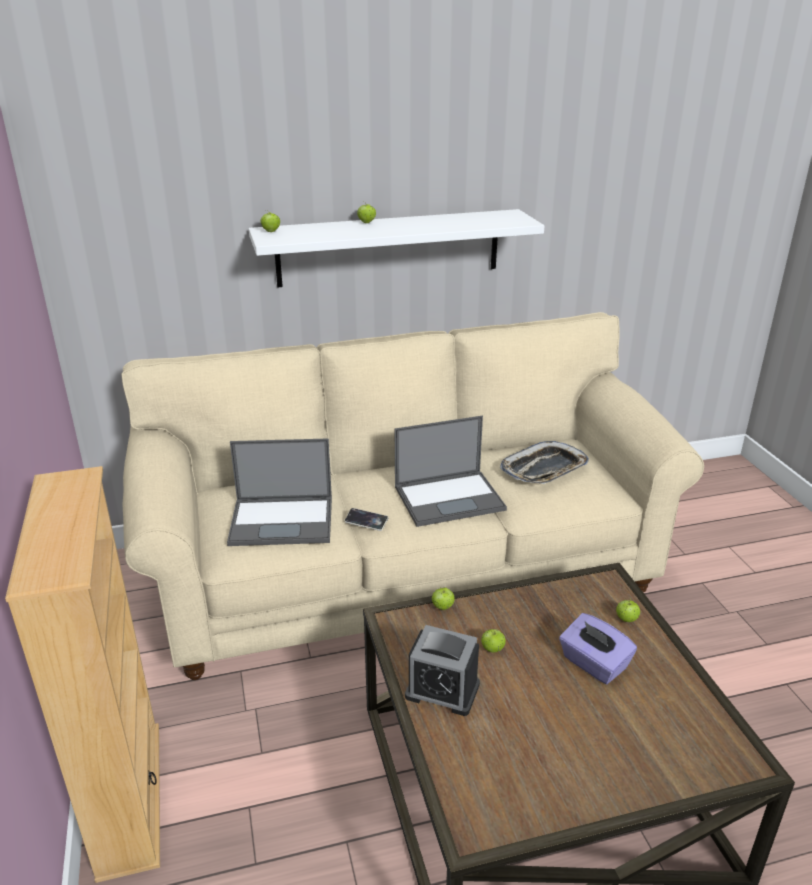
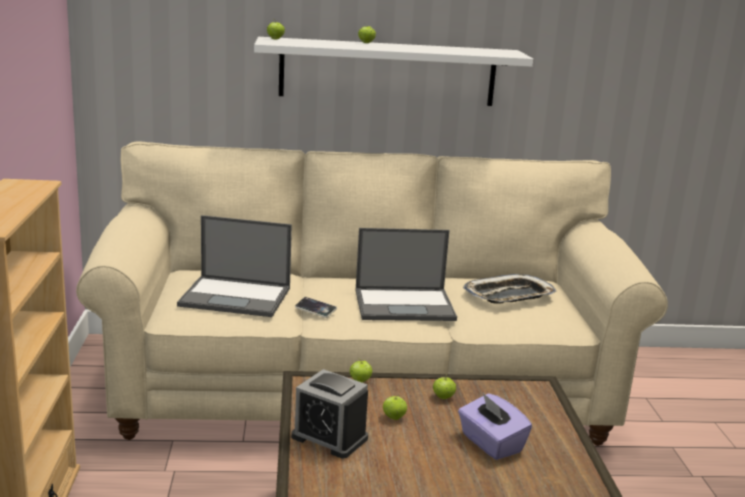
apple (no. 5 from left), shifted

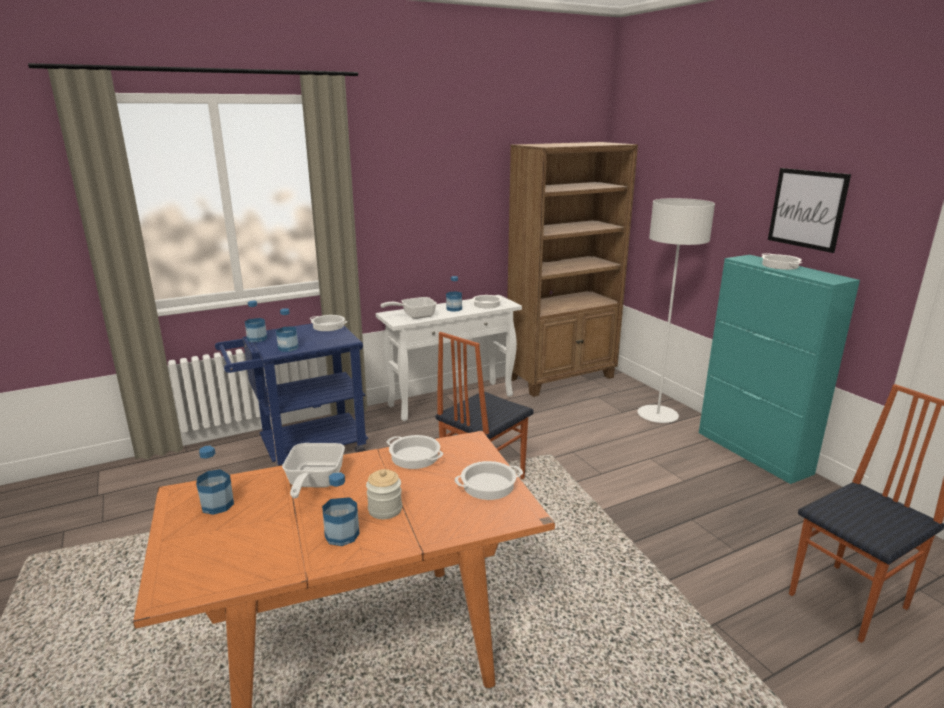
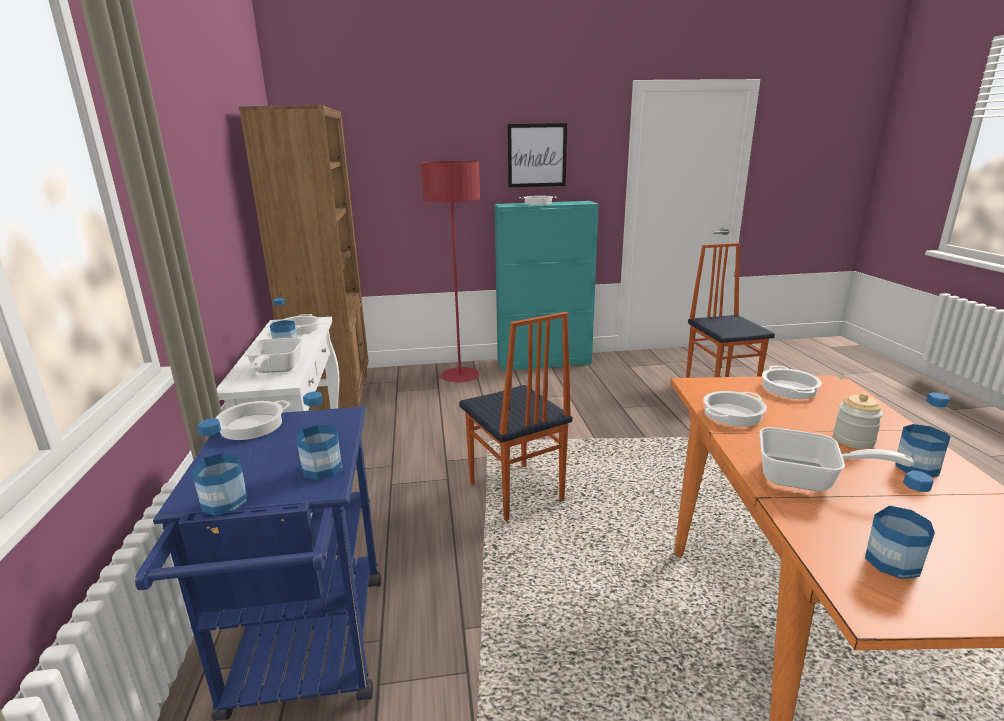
floor lamp in greyish => floor lamp in red

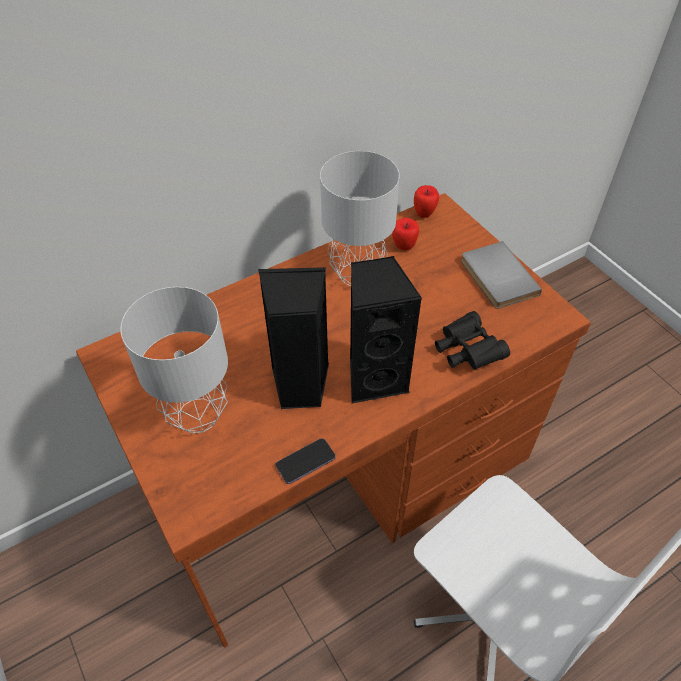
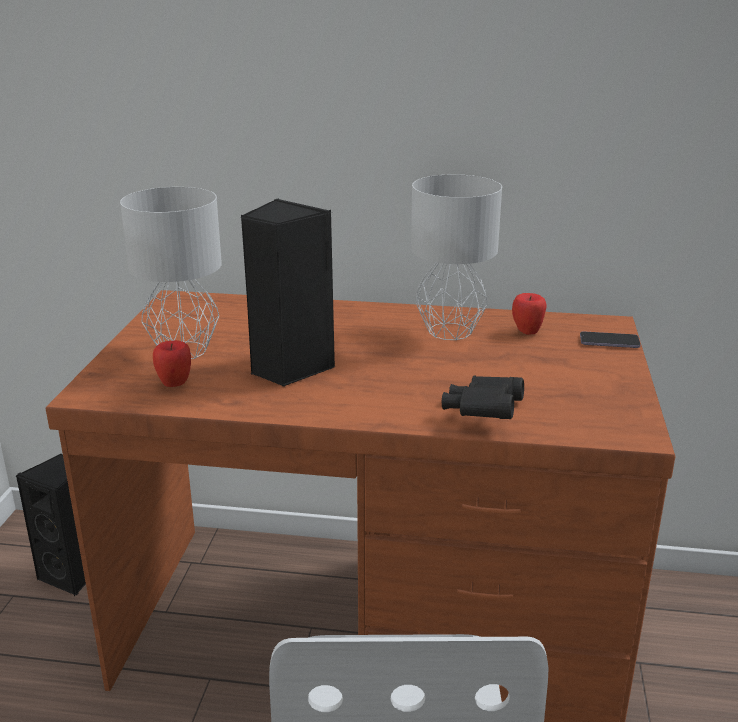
apple (no. 2 from left in the first image) => apple (no. 1 from left), shifted
volume in greyish => nothing
audio speaker in blackish (no. 2 from left in the first image) => audio speaker in blackish (no. 1 from left), shifted
handset, shifted

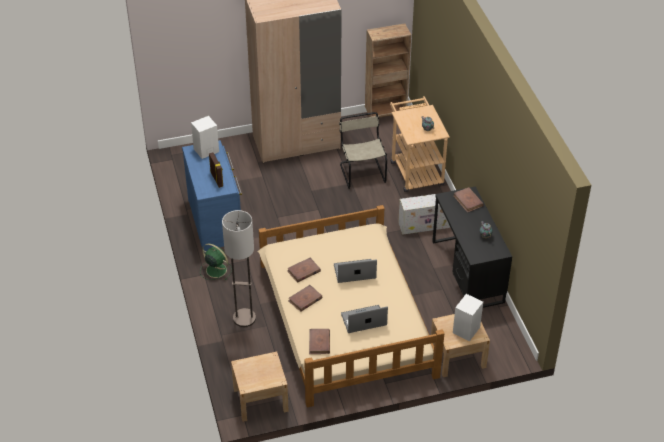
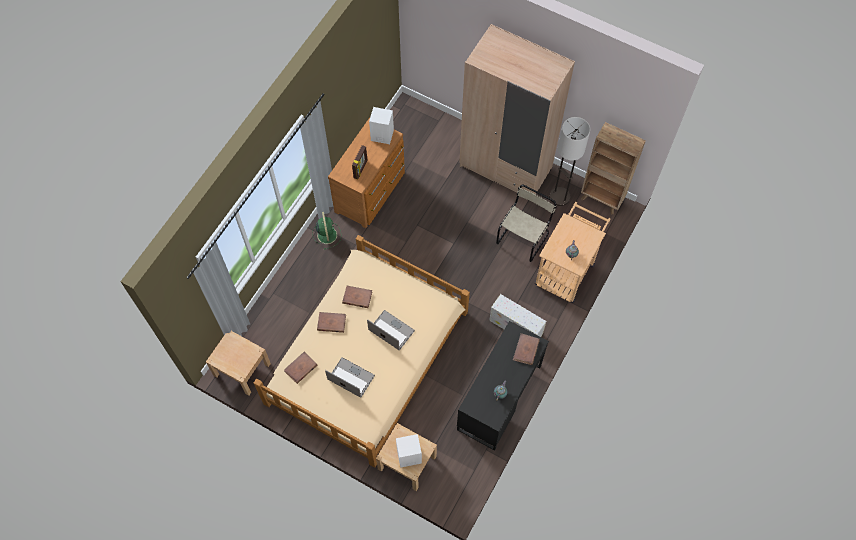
dresser in blue => dresser in brown-coloured
floor lamp, shifted

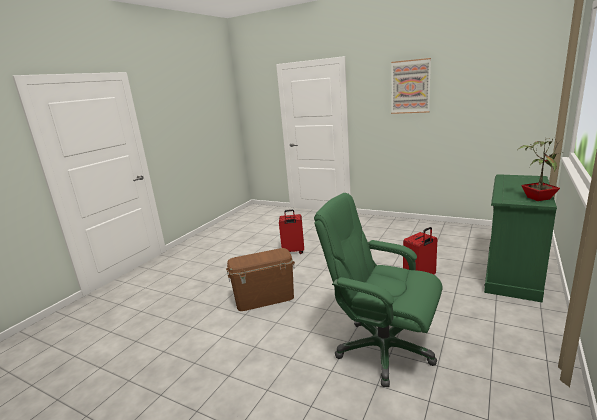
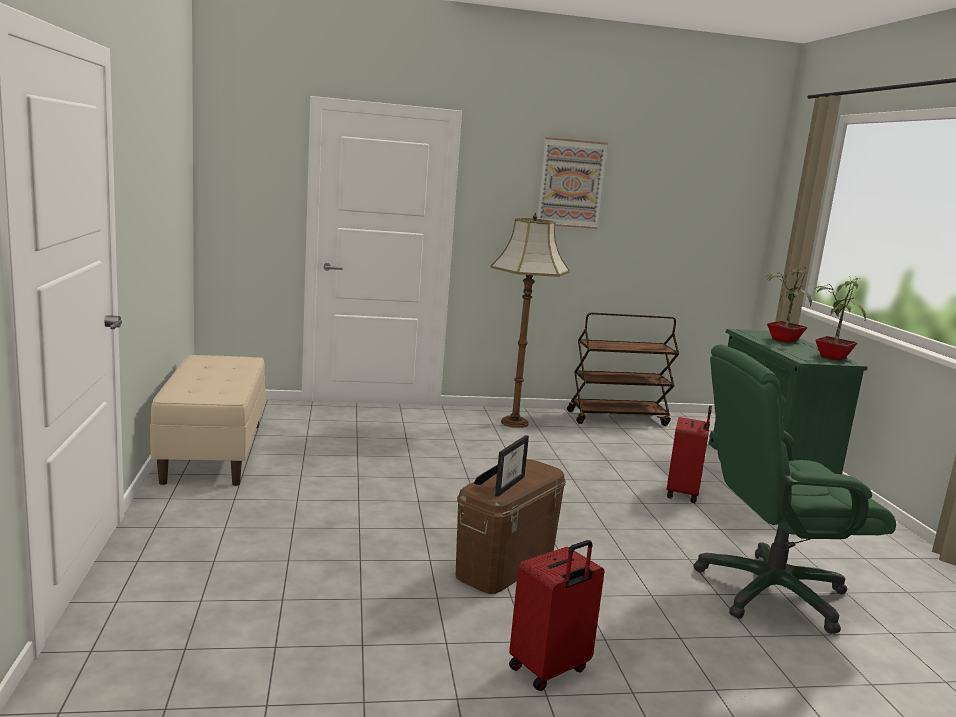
suitcase in red (no. 1 from left), shifted
nothing => floor lamp
nothing => houseplant (no. 1 from left)
nothing => wheeled cart in brown-coloured
nothing => indoor bench in sand-coloured
nothing => photo frame

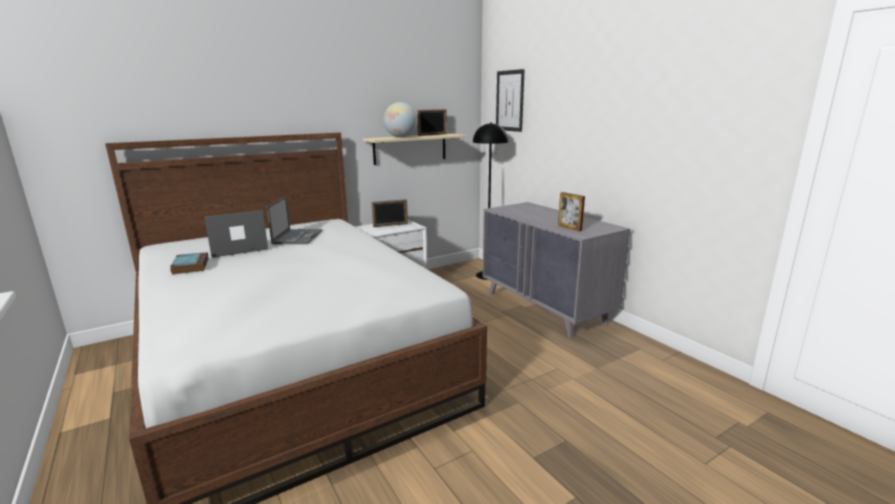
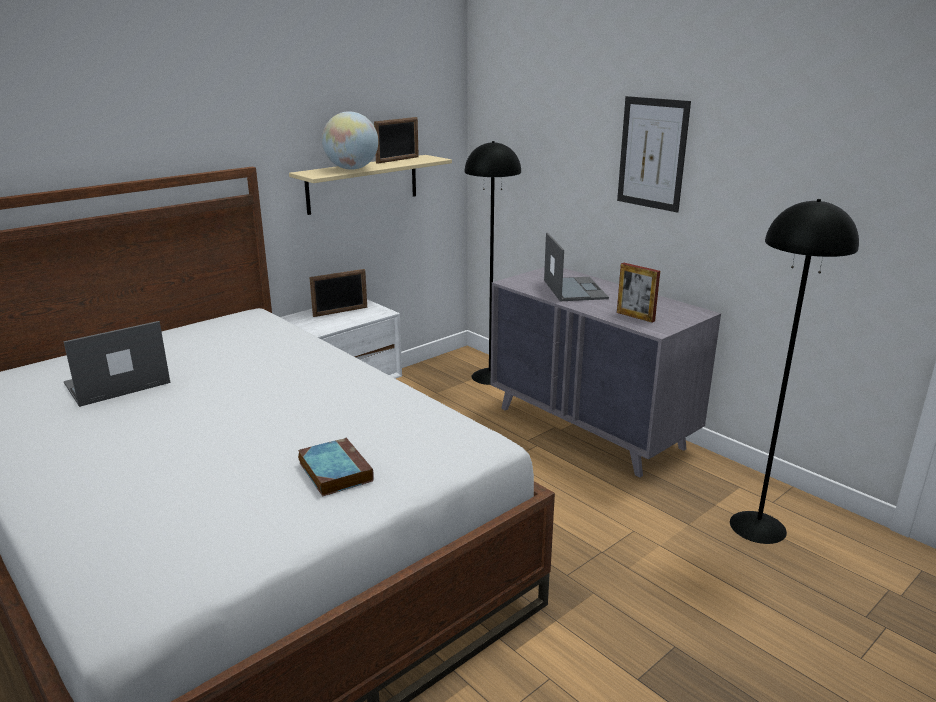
wall picture, shifted
laptop (no. 2 from left), shifted
volume, shifted
nothing => floor lamp in blackish (no. 2 from left)

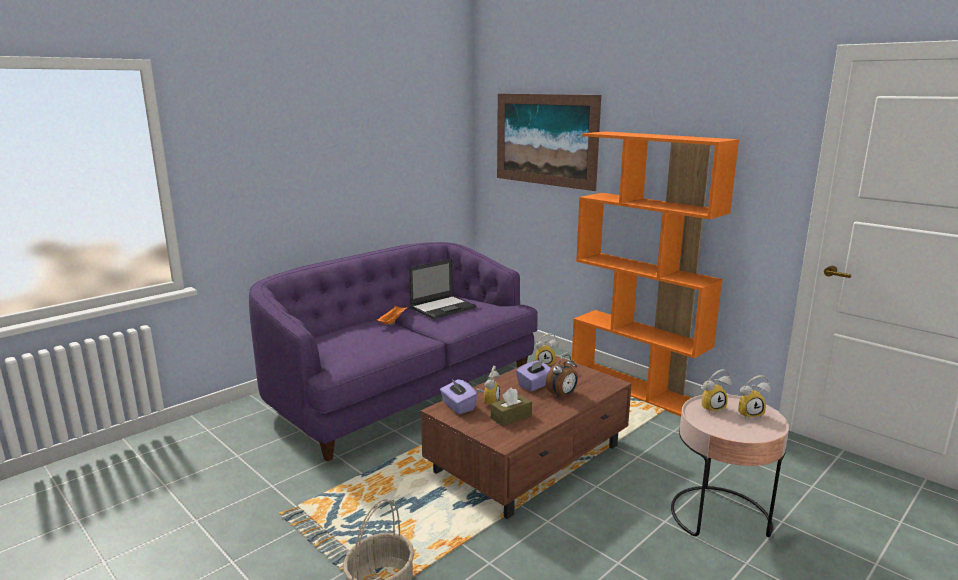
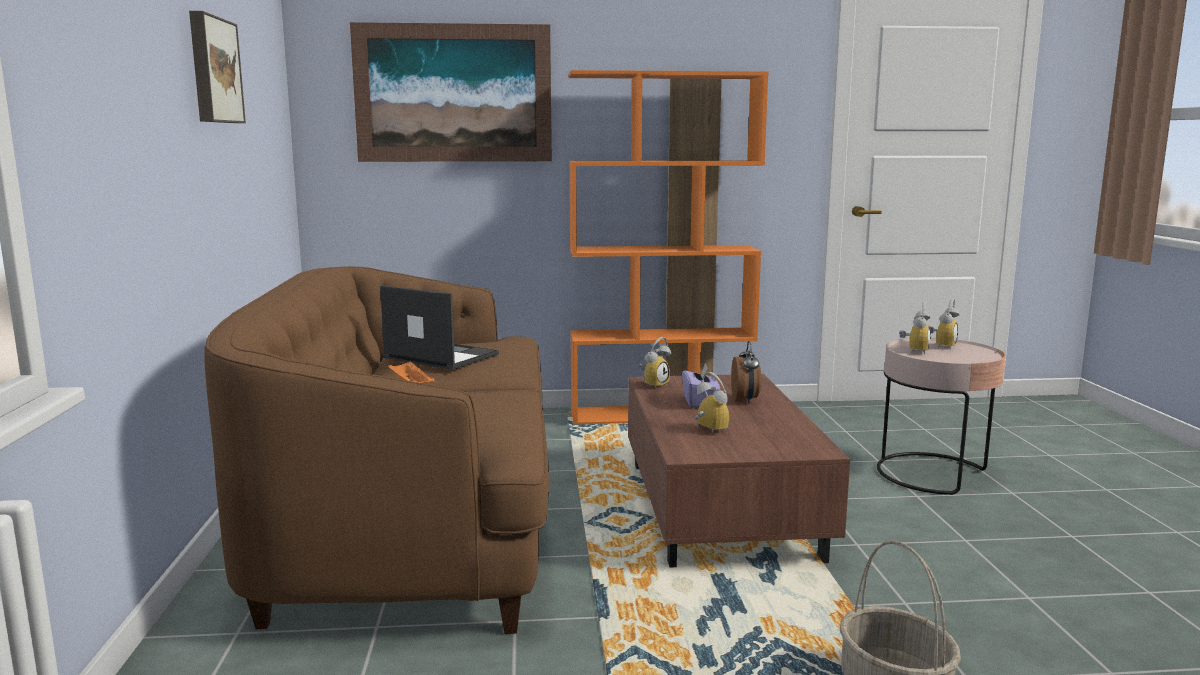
settee in purple => settee in brown-coloured
laptop, 60 degrees counterclockwise
tissue box in purple (no. 1 from left) => nothing
tissue box in brown-coloured => nothing
nothing => wall picture (no. 1 from left)

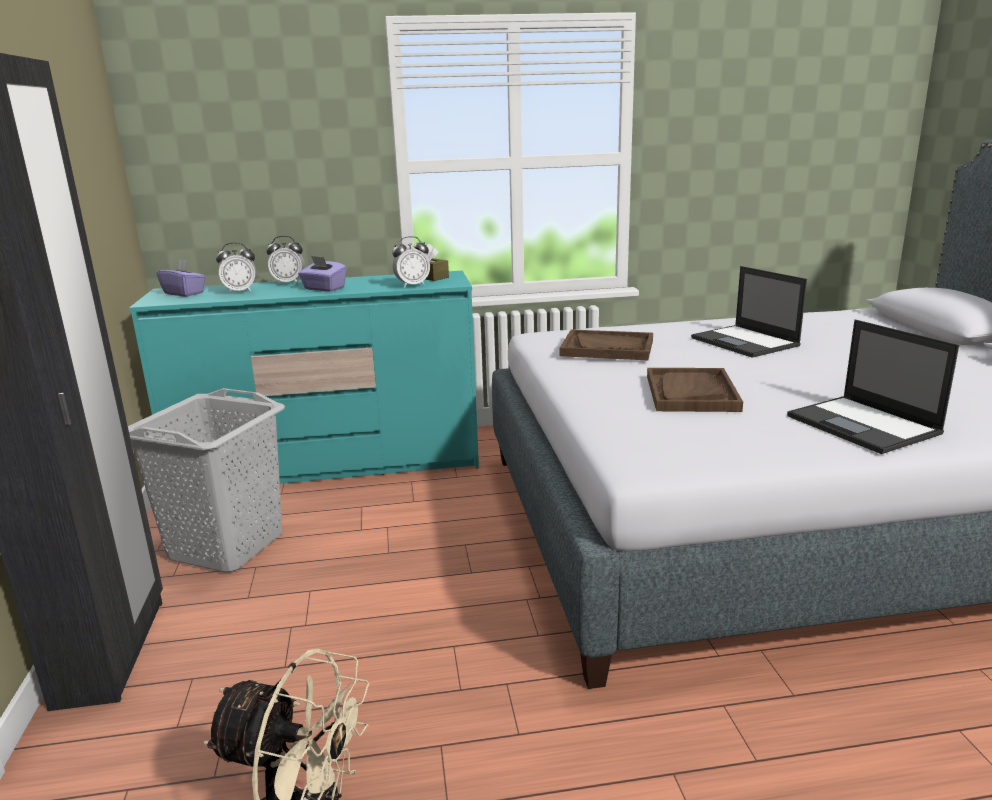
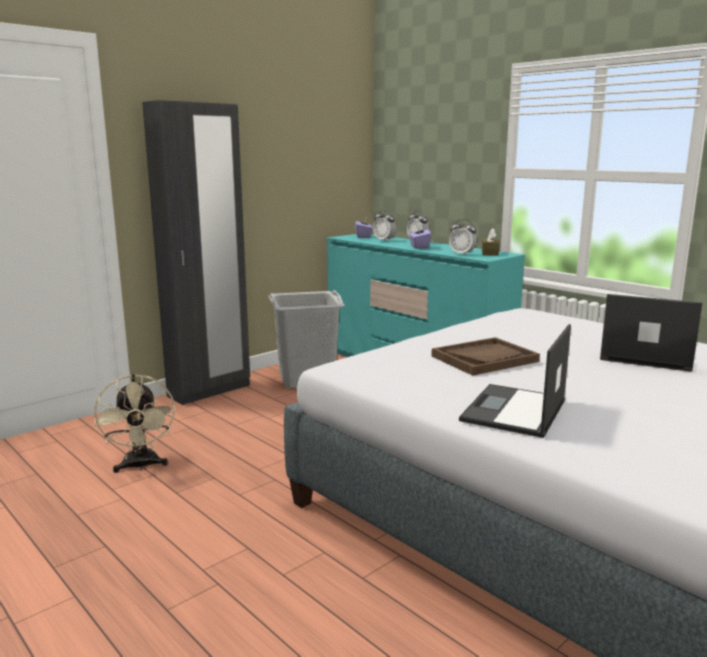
laptop (no. 1 from left in the first image) => laptop (no. 2 from left), 90 degrees clockwise
carrying tray in brown-coloured (no. 1 from left) => nothing

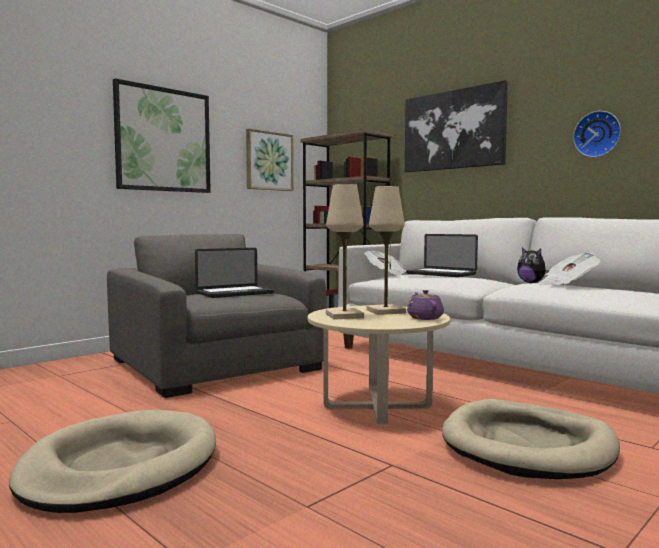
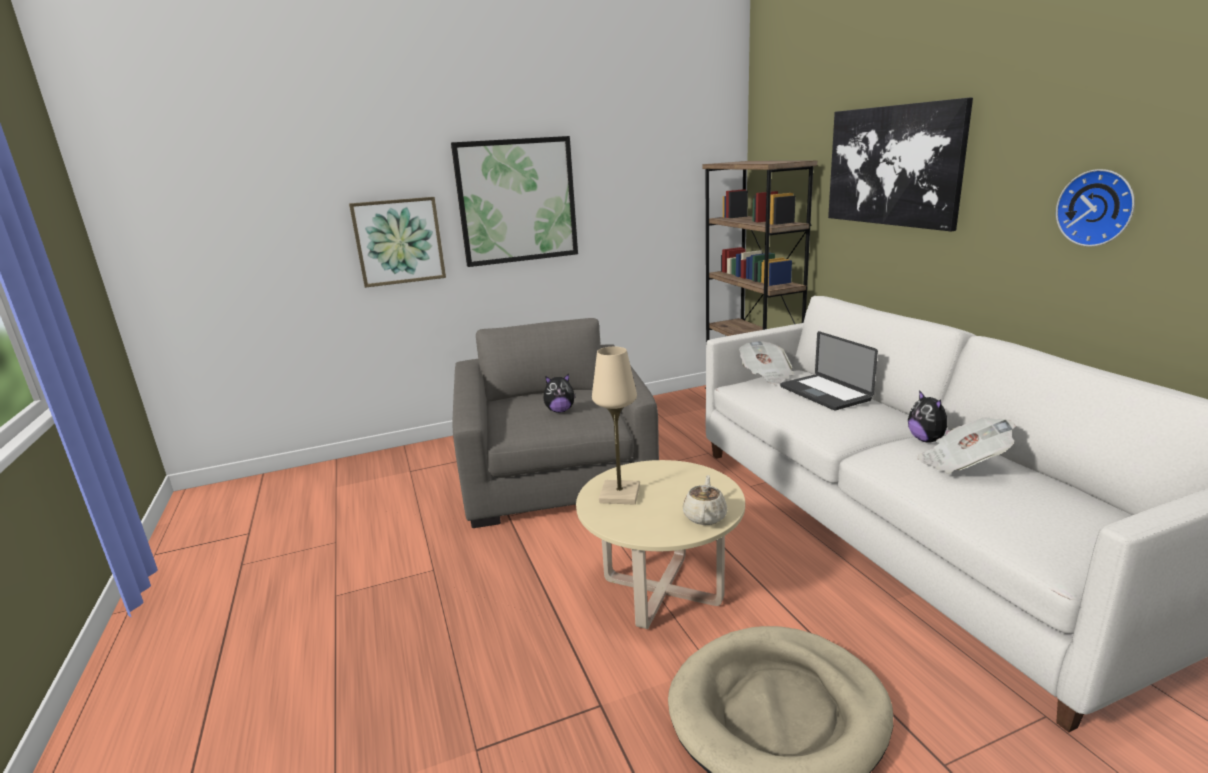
wall picture (no. 2 from left in the first image) => wall picture (no. 1 from left), shifted
lamp for a table in sand-coloured (no. 2 from left) => nothing
laptop (no. 1 from left) => plush toy (no. 1 from left)
teapot in purple => teapot in sand-coloured
dog bed in sand-coloured (no. 1 from left) => nothing

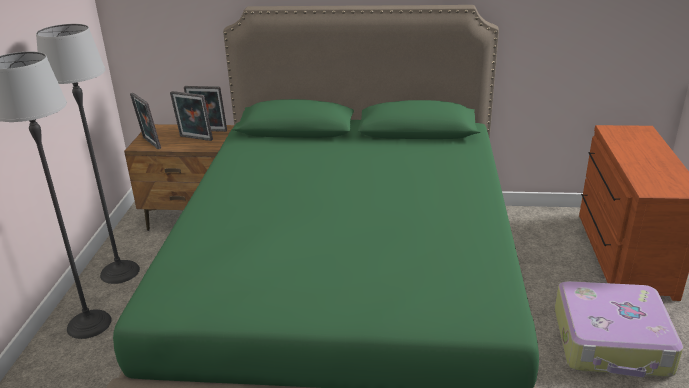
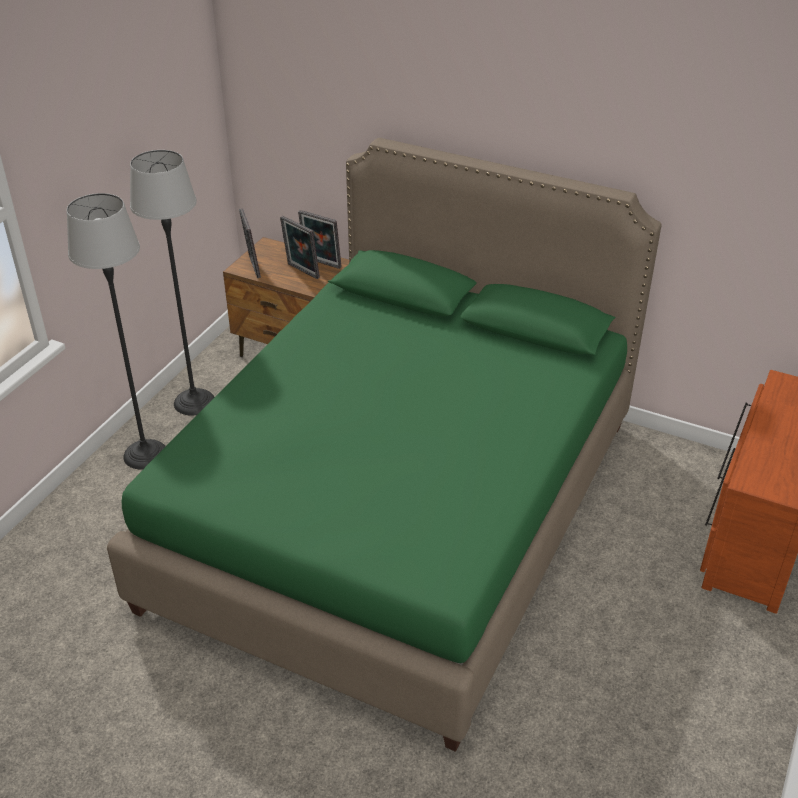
suitcase => nothing

